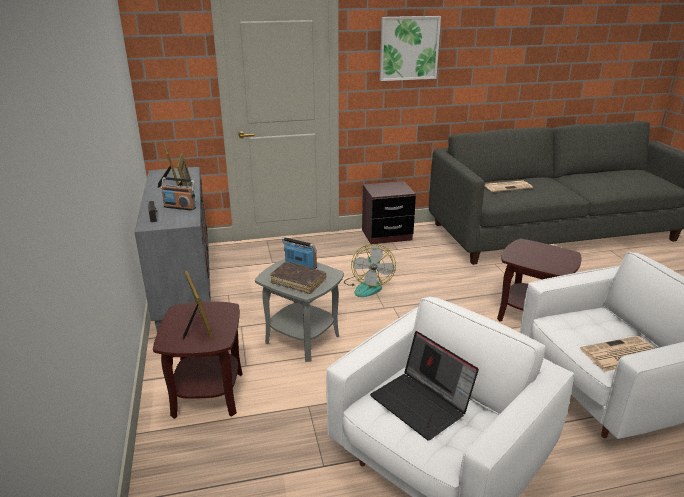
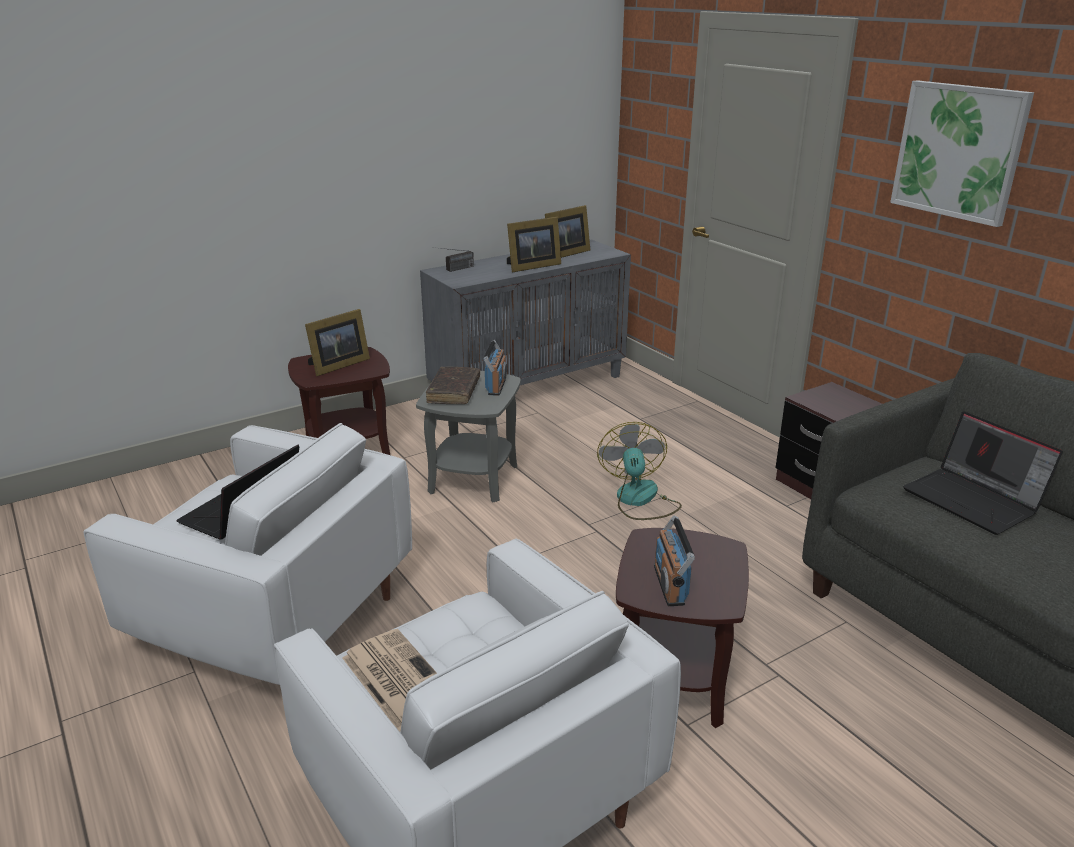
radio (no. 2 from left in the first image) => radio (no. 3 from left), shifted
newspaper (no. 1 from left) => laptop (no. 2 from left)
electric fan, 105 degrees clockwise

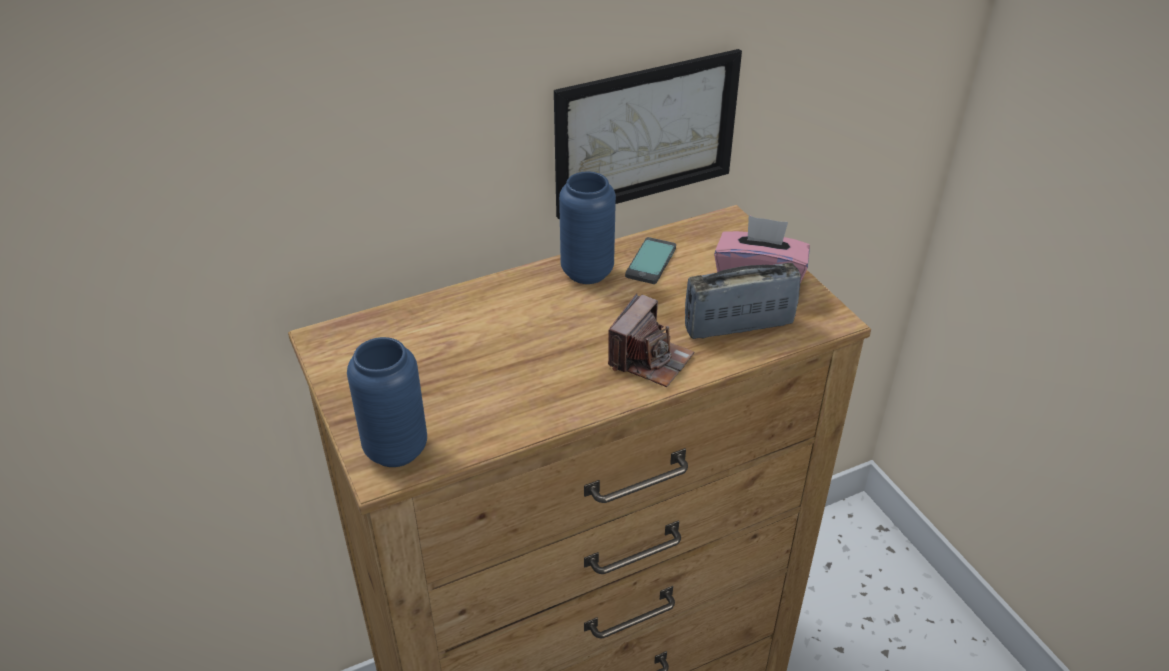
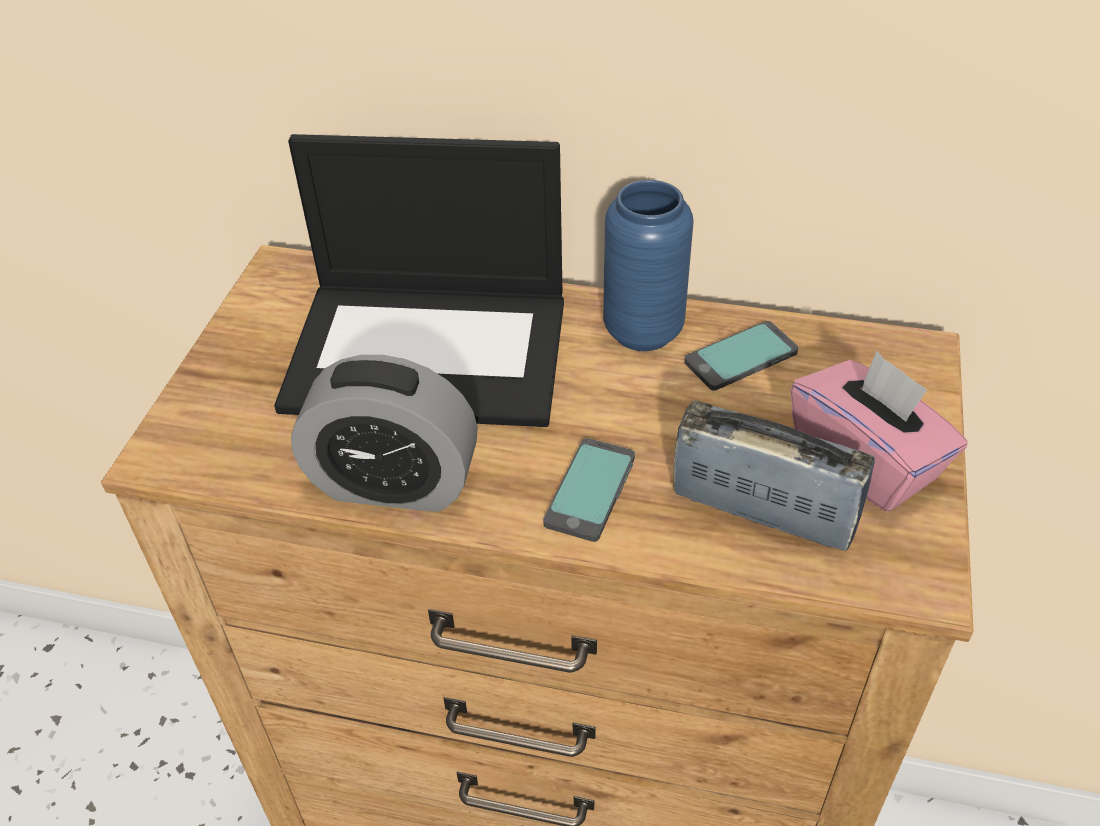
wall picture => nothing
still camera => handset (no. 1 from left)
flower vase in blue (no. 1 from left) => nothing
nothing => laptop
nothing => bedside clock

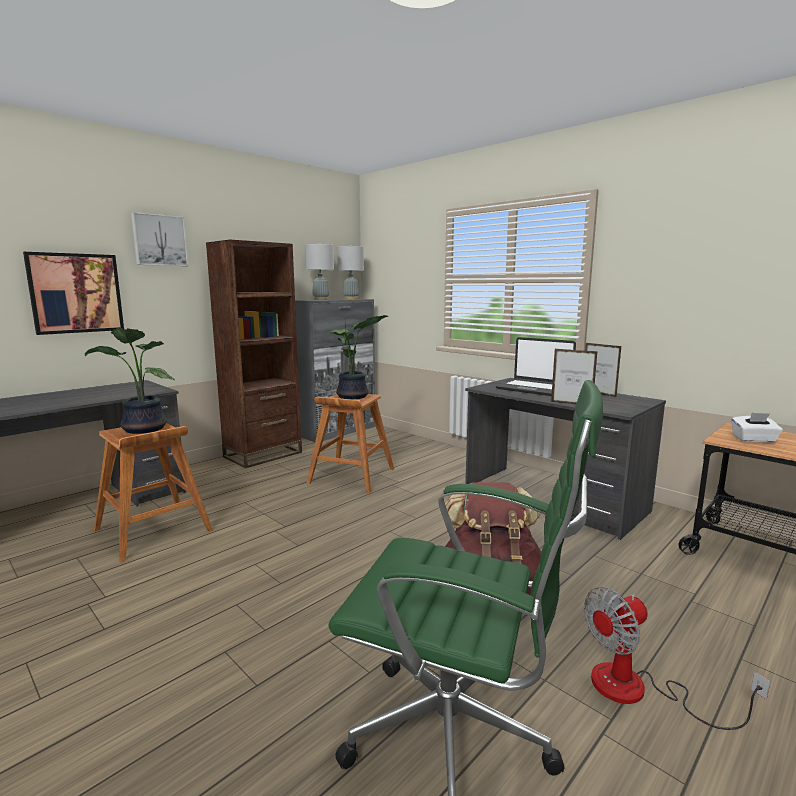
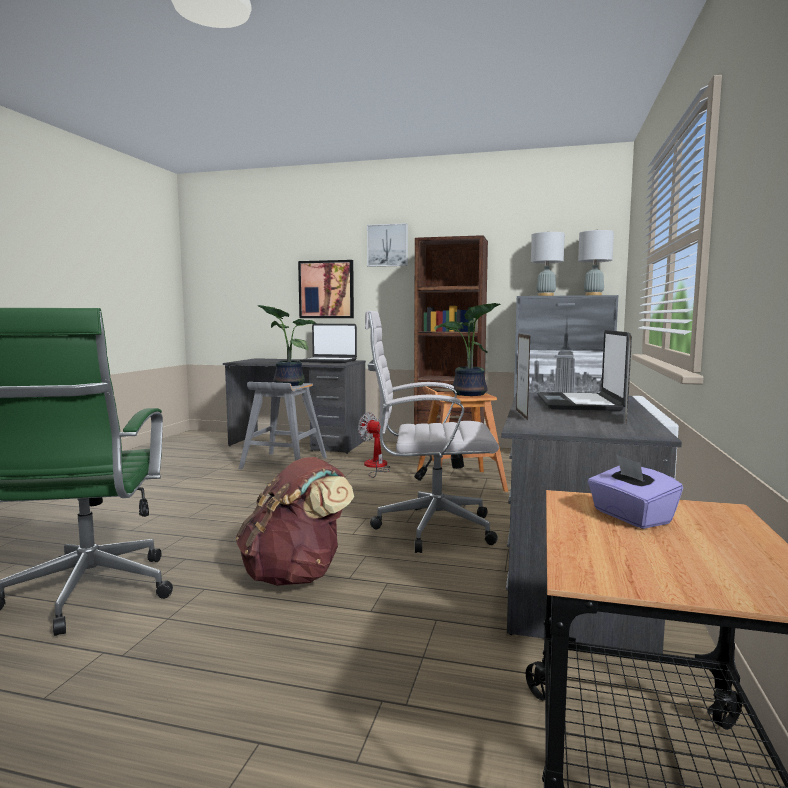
tissue box in white-coloured => tissue box in purple
sitting stool in brown-coloured (no. 1 from left) => sitting stool in greyish
electric fan, shifted
nothing => office chair in white-coloured
nothing => laptop (no. 1 from left)

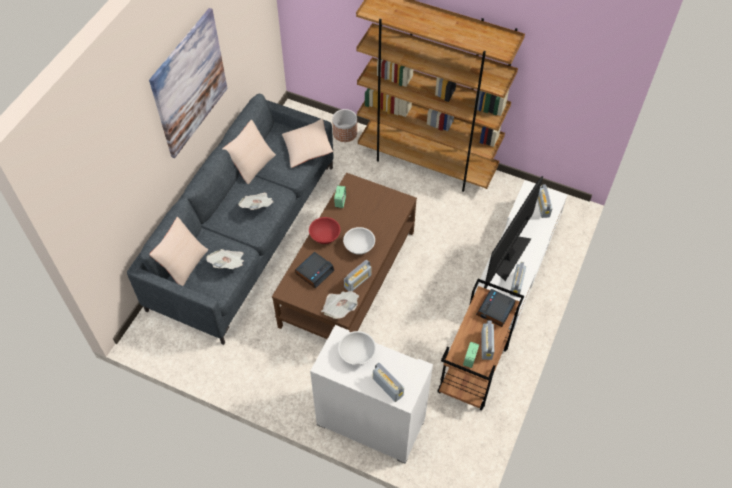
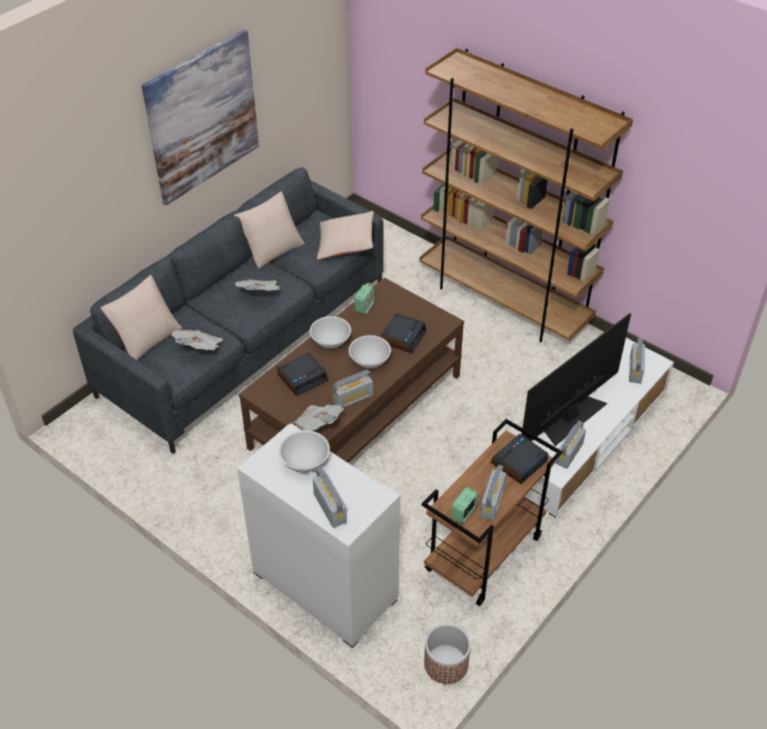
flower pot, shifted
deep dish in red => deep dish in white-coloured (no. 2 from left)
nothing => bedside clock (no. 3 from left)

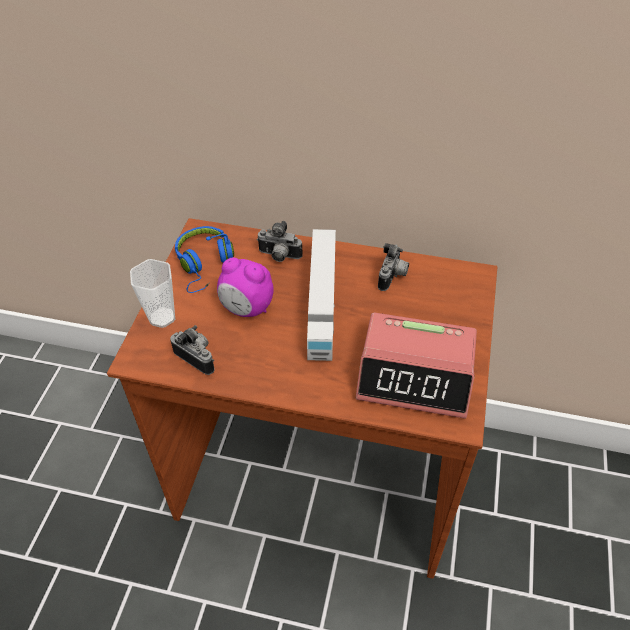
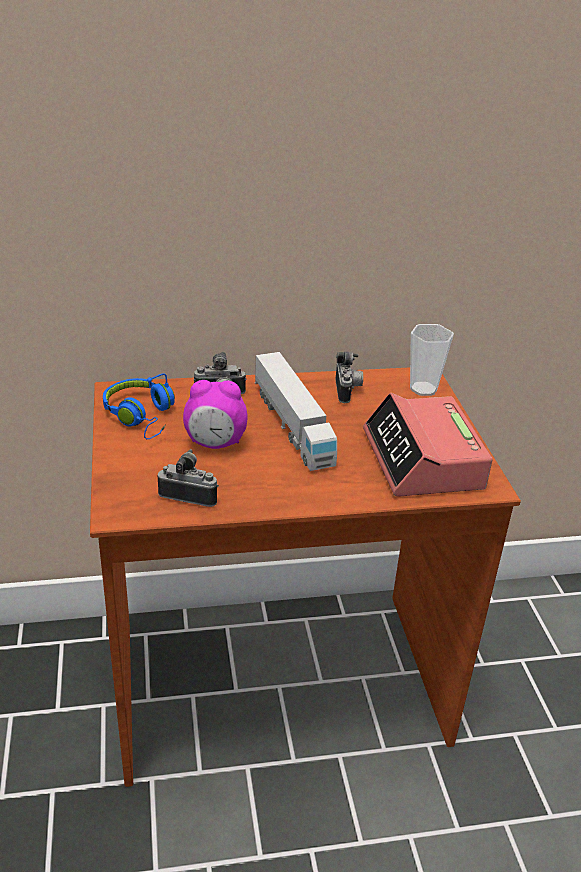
cup, shifted
bedside clock (no. 2 from left), 90 degrees clockwise

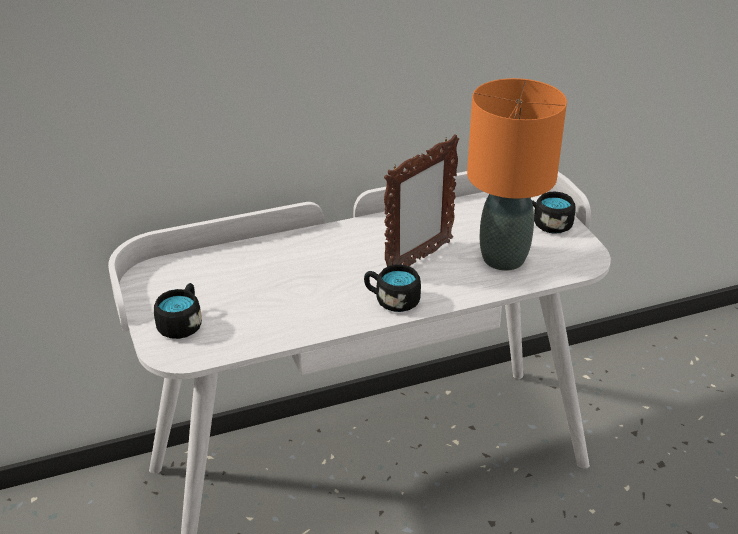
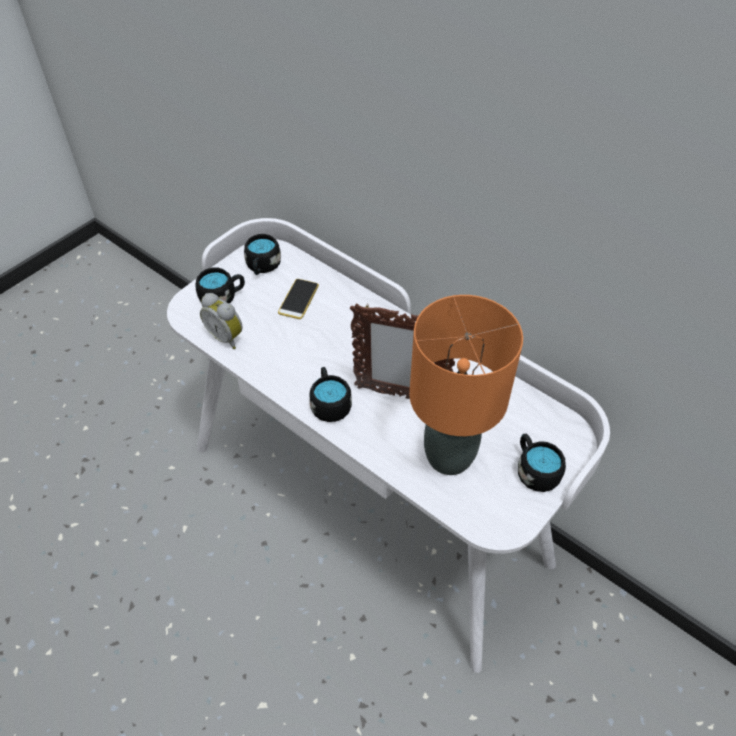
nothing => tea mug in blackish (no. 2 from left)
nothing => handset
nothing => bedside clock

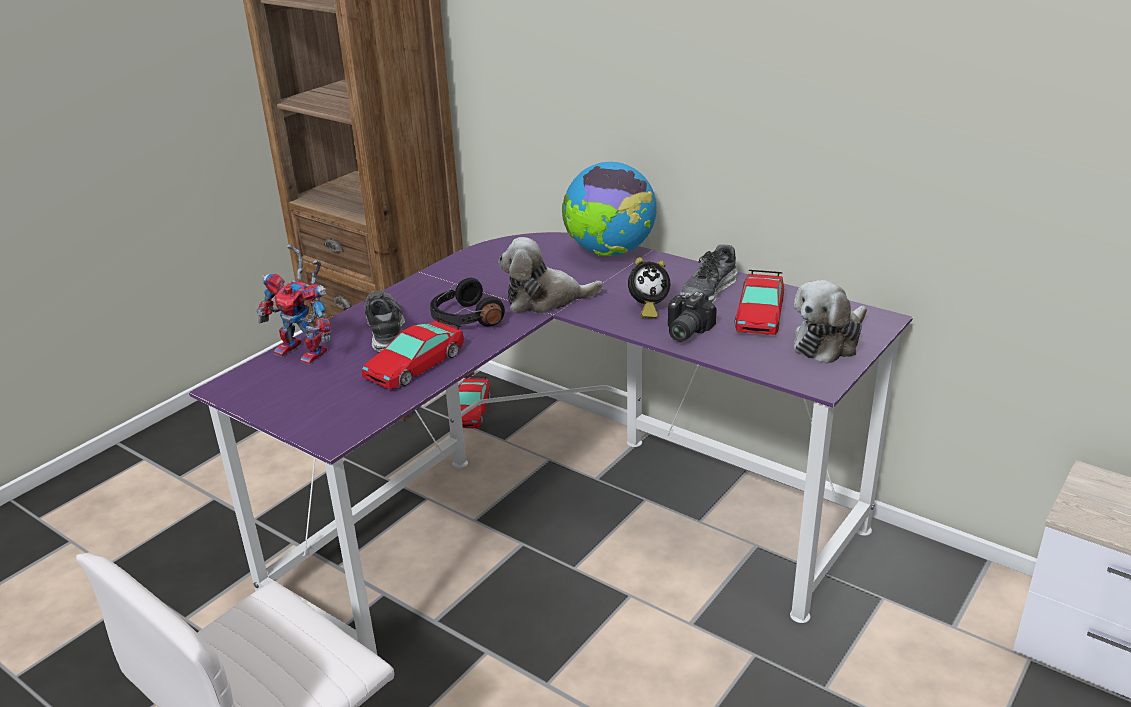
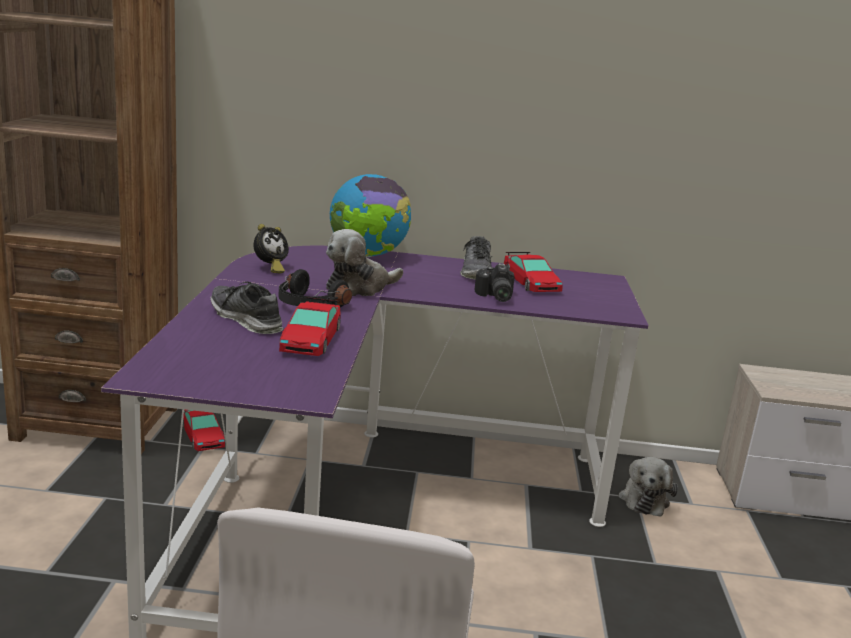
model robot => nothing
bedside clock, shifted
plush toy (no. 2 from left), shifted

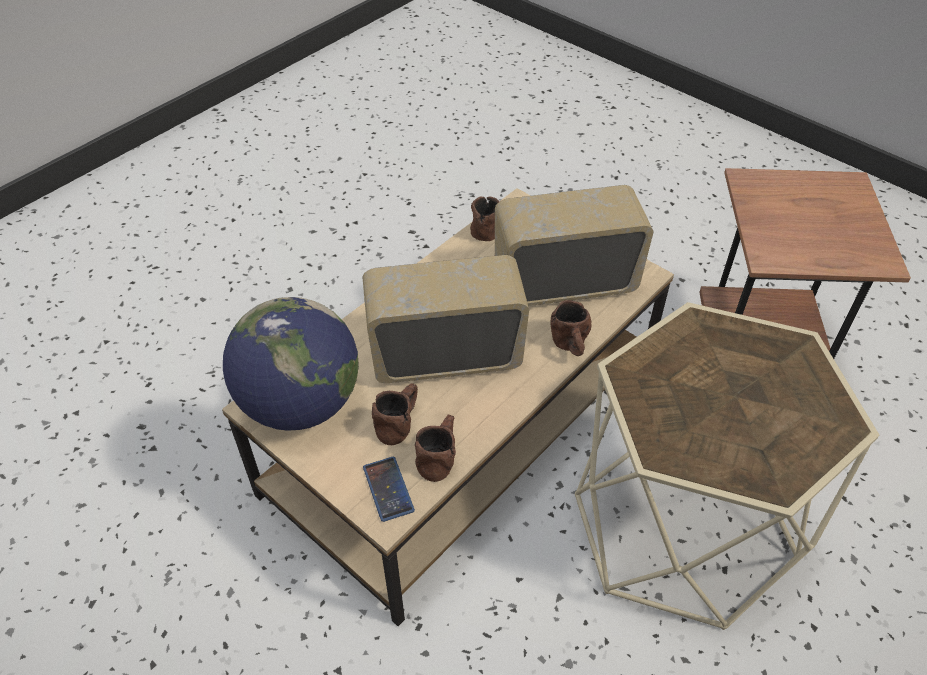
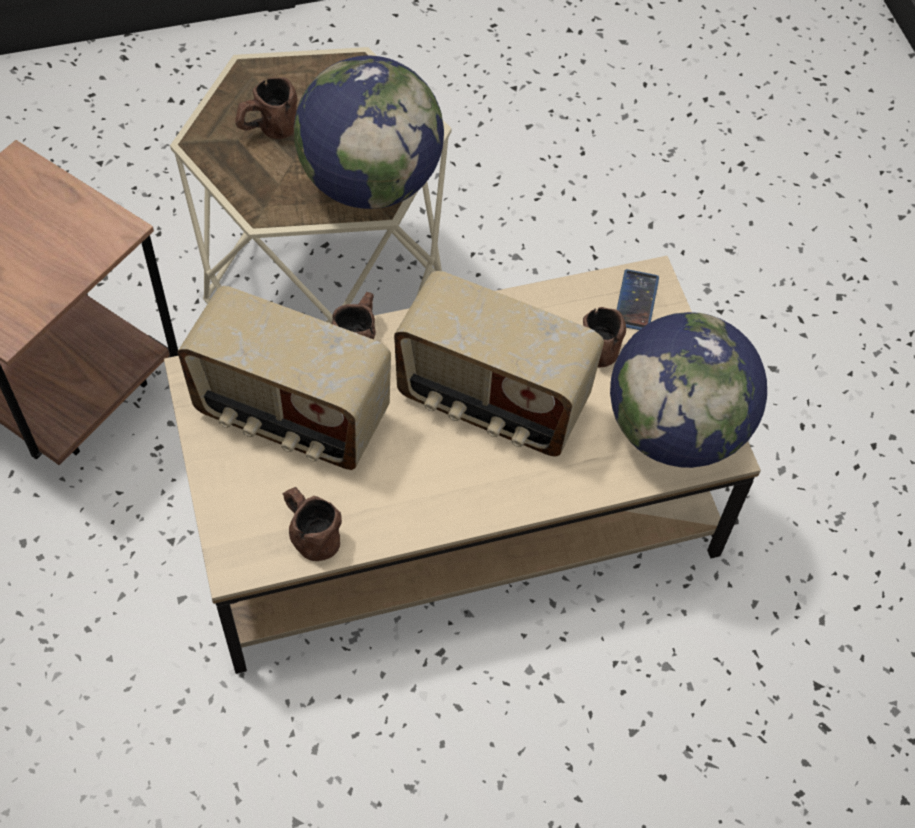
tea mug in brown-coloured (no. 2 from left in the first image) => tea mug in brown-coloured (no. 1 from left), shifted
nothing => desk globe (no. 1 from left)

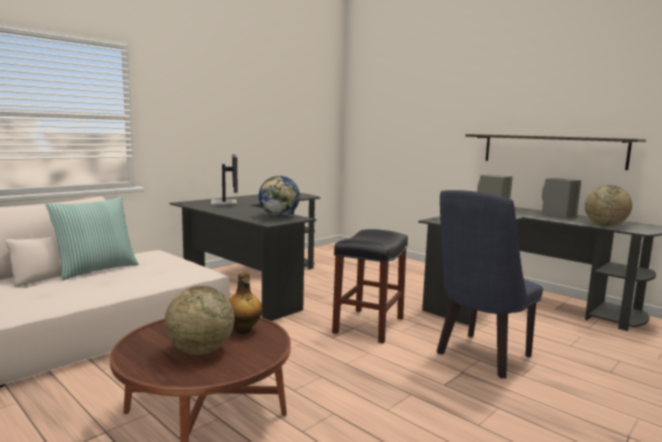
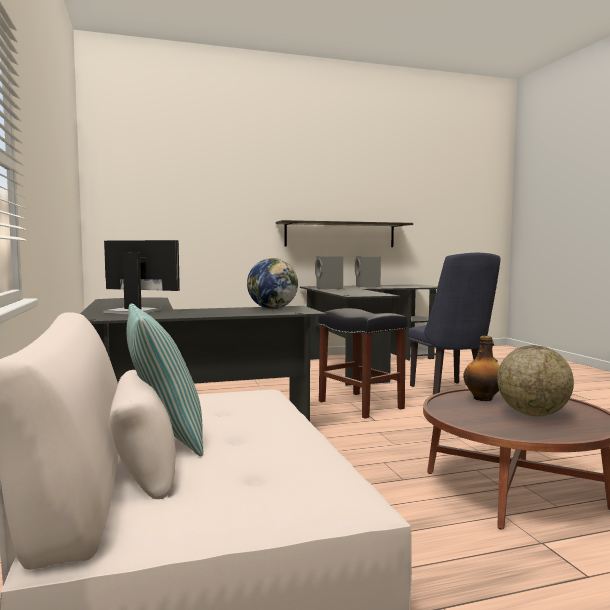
desk globe (no. 3 from left) => nothing

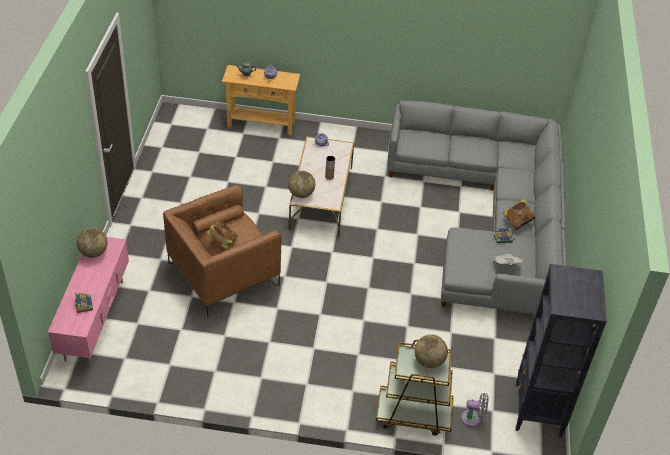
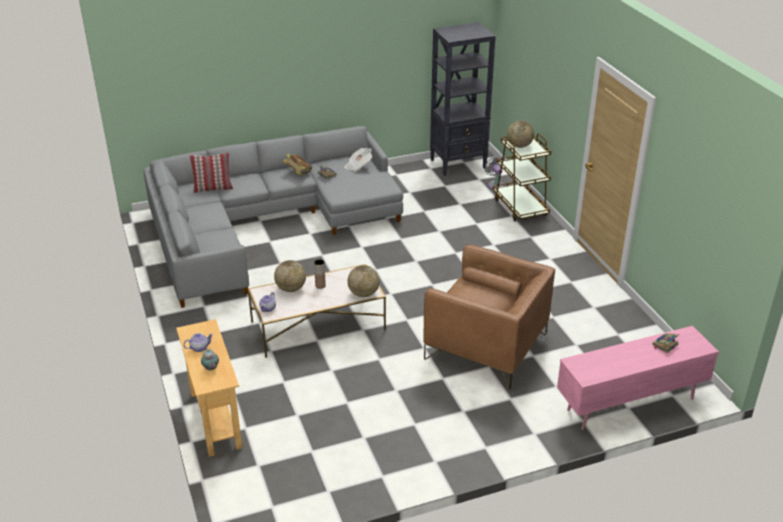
volume (no. 2 from left) => nothing
desk globe (no. 1 from left), shifted
nothing => pillow

